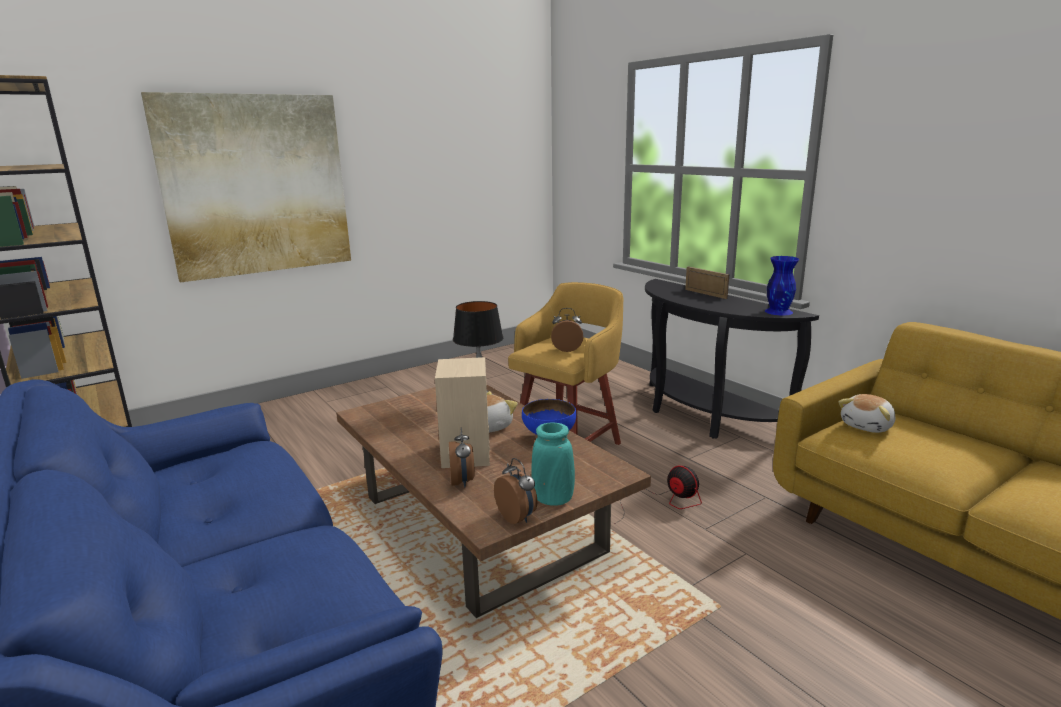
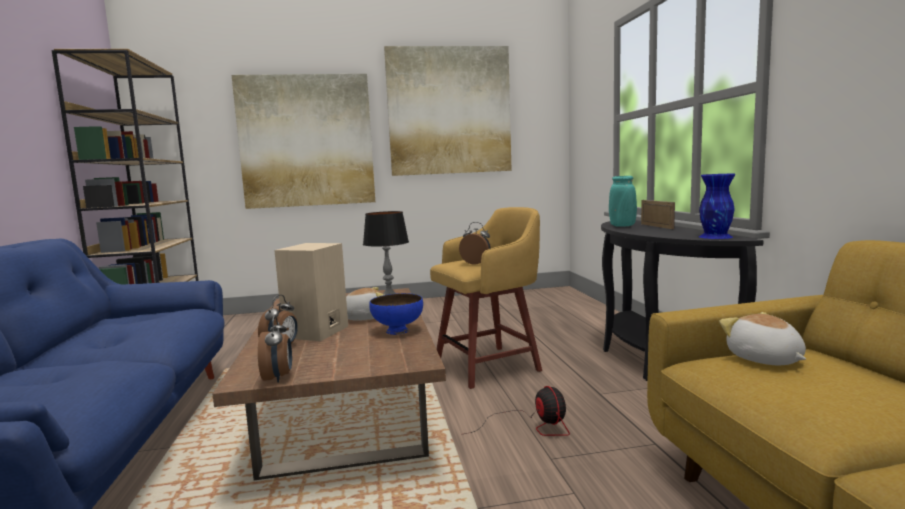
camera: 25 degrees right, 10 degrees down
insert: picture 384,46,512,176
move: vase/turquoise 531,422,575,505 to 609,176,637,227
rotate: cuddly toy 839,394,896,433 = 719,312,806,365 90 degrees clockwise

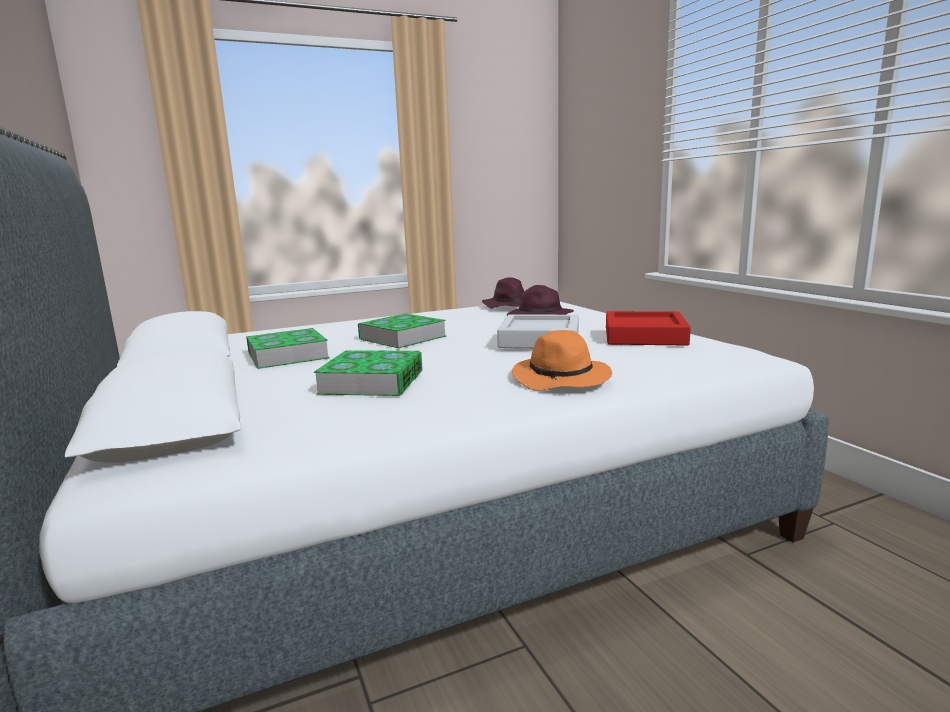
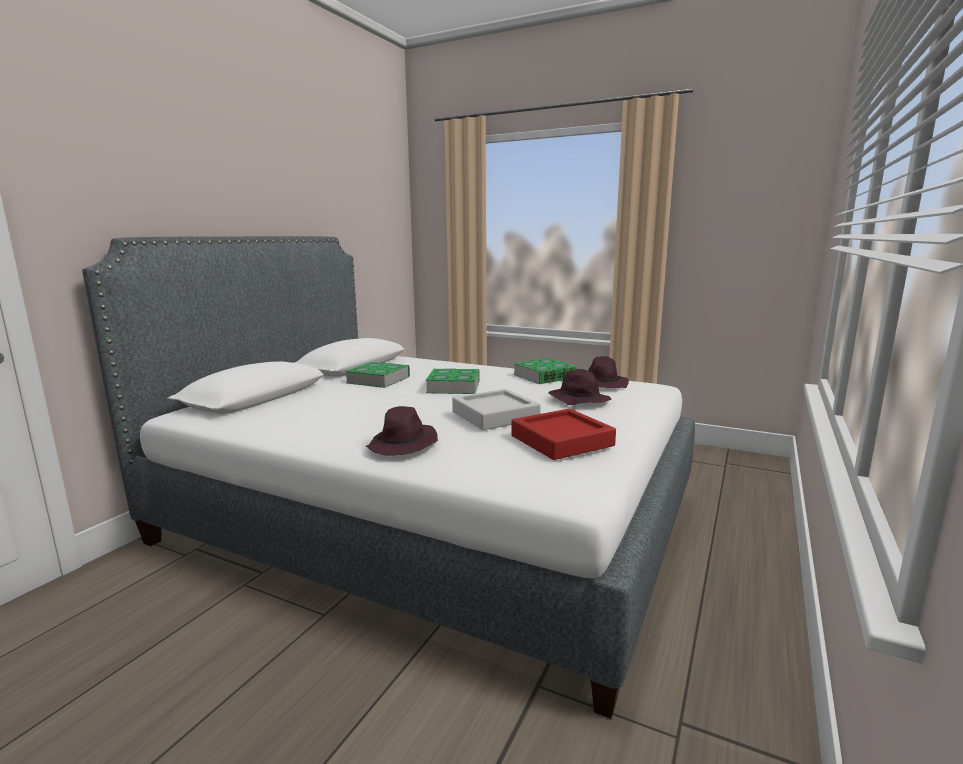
camera: 50 degrees right, 0 degrees up
move: volume 314,350,423,396 to 513,358,577,384
recolor: wearable hat/orange 512,330,612,391 to wearable hat/purple 366,406,438,456

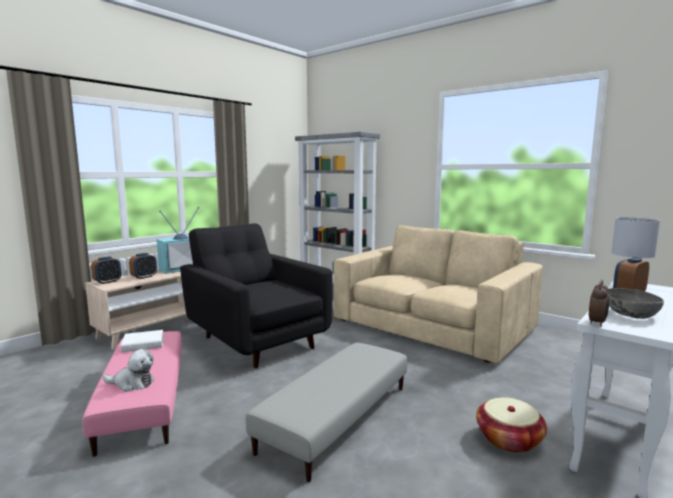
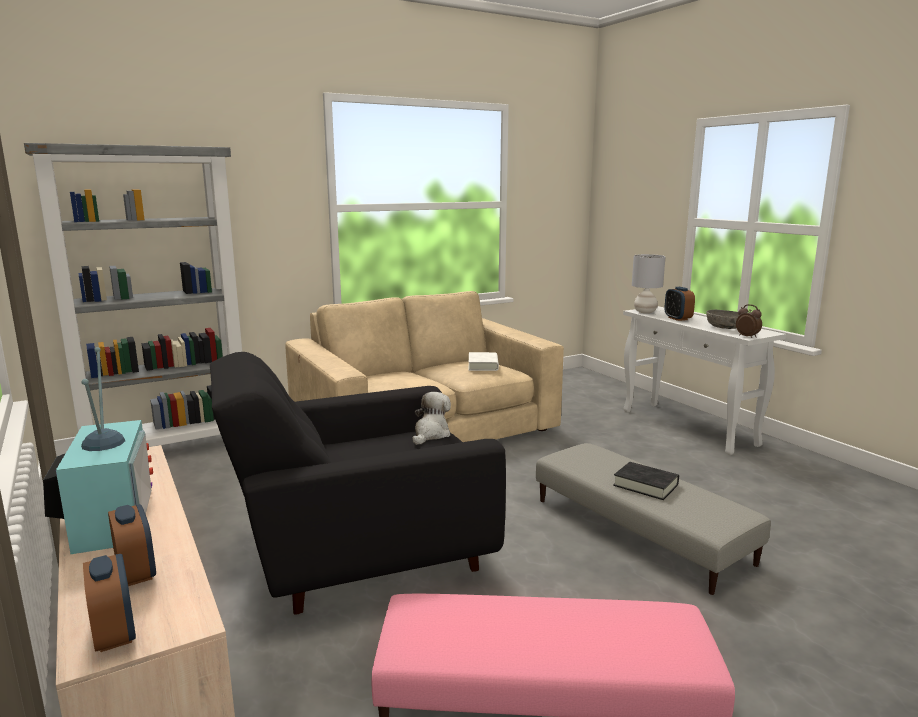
camera: 70 degrees left, 5 degrees up
delete: storage basket 476,397,547,453
insert: volume/black 613,462,679,500
move: cuddly toy 102,349,155,392 to 412,392,451,445; volume/white 121,330,164,352 to 469,352,499,371

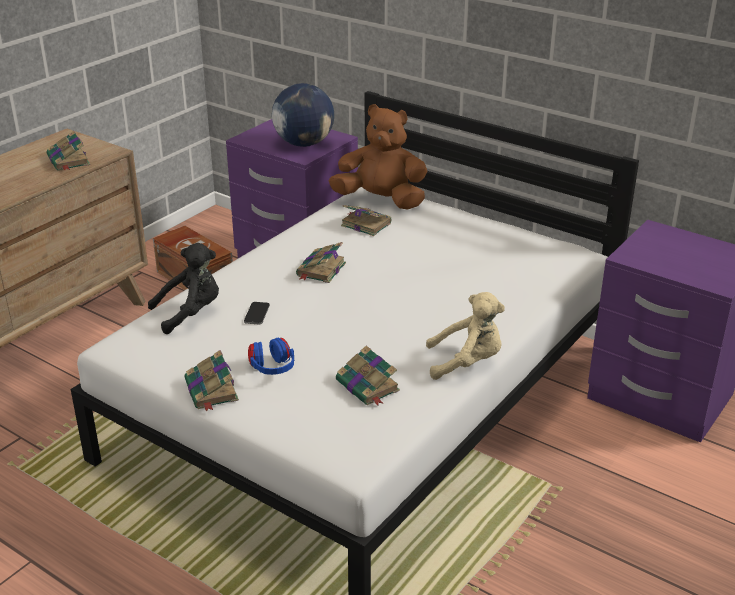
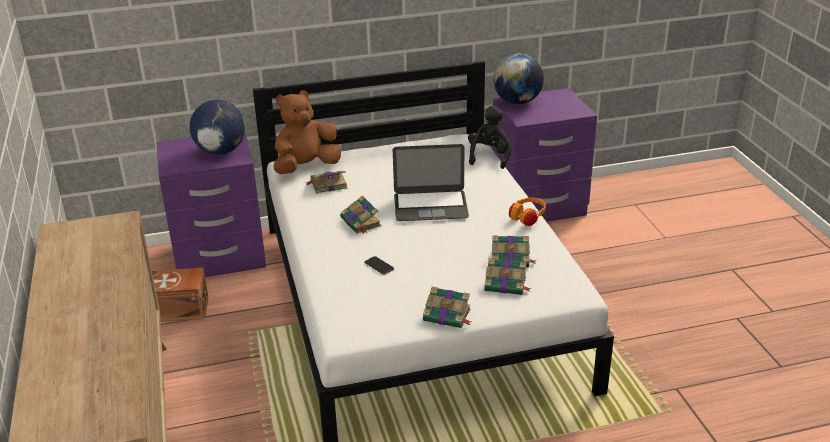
camera: 50 degrees left, 0 degrees up
delete: pair of headphones/bluish 248,338,294,375
insert: portable computer 393,144,469,221; world globe 493,54,544,104
move: volume 47,131,90,171 to 484,258,531,295; cuddly toy/black 148,243,219,334 to 468,106,512,169
replace: cuddly toy/beige-coloured 426,292,505,380 to pair of headphones/orange 509,198,546,226

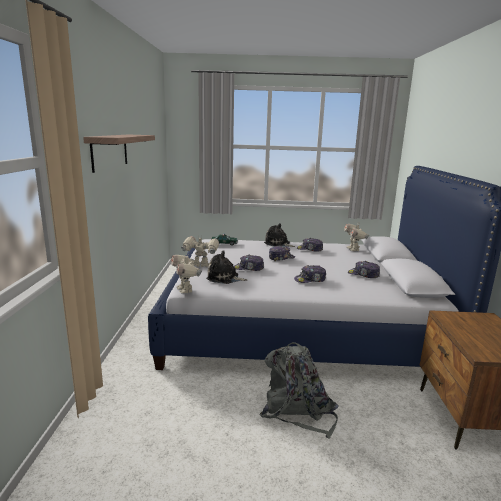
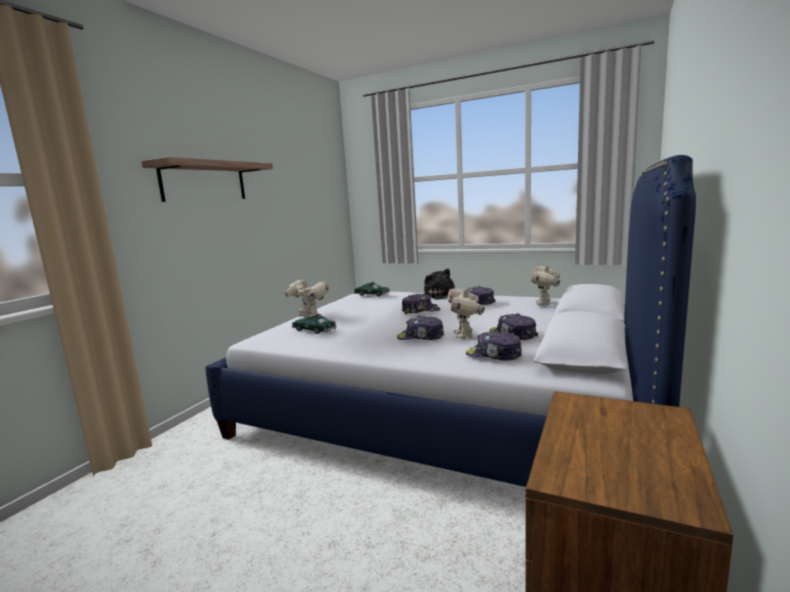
camera: 25 degrees right, 5 degrees down
delete: rucksack/gray 259,342,339,439
move: toy robot 171,253,202,293 to 447,286,485,339; cap 234,255,264,271 to 466,330,522,360
replace: cuddly toy 206,250,247,284 to model car 292,313,337,334

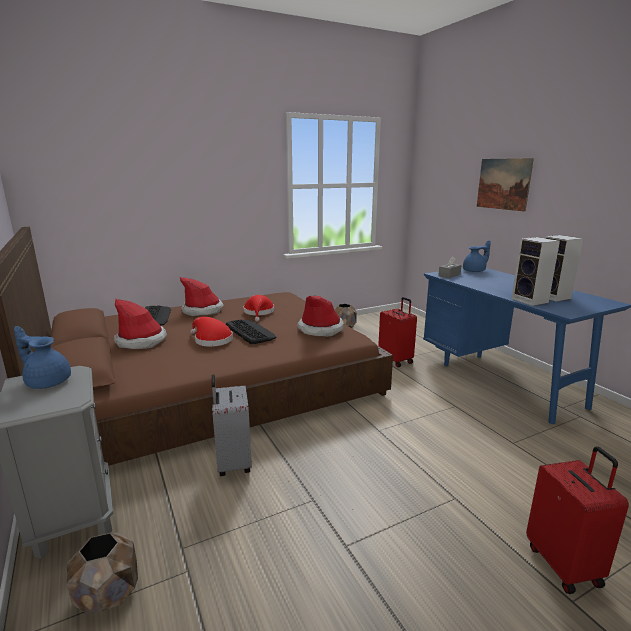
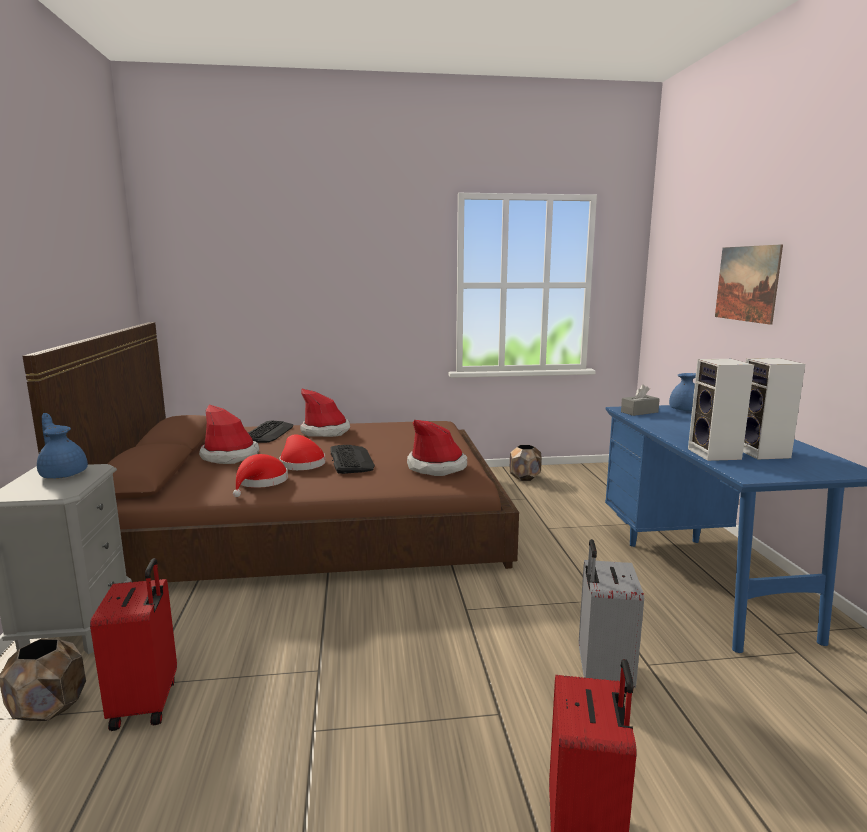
camera: 20 degrees right, 5 degrees down
move: travel case/gray 212,374,252,476 to 579,539,644,693; wearable hat/red-coloured 244,295,274,321 to 233,454,288,497; travel case/red-coloured 378,297,417,367 to 90,558,177,731

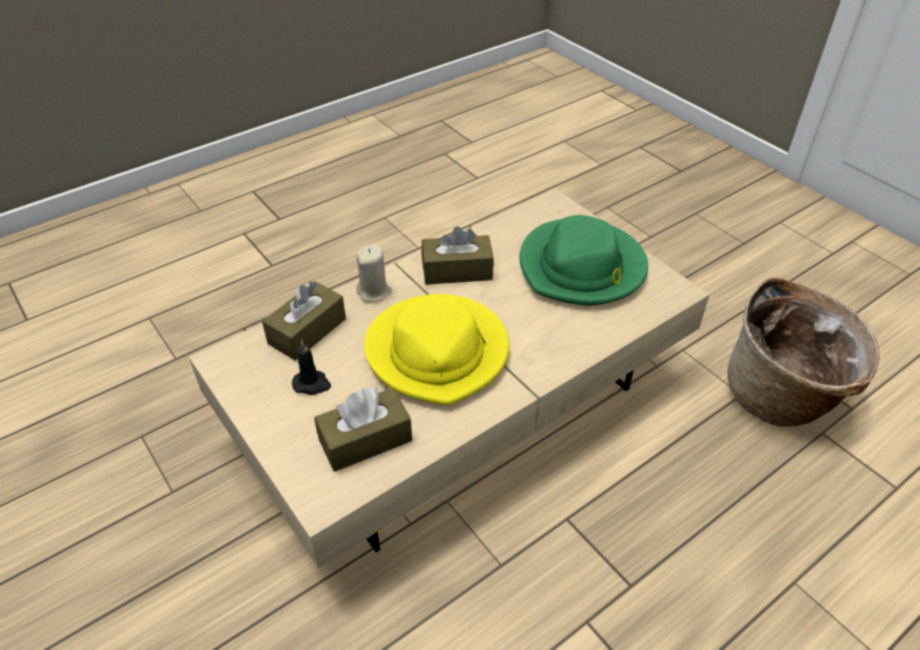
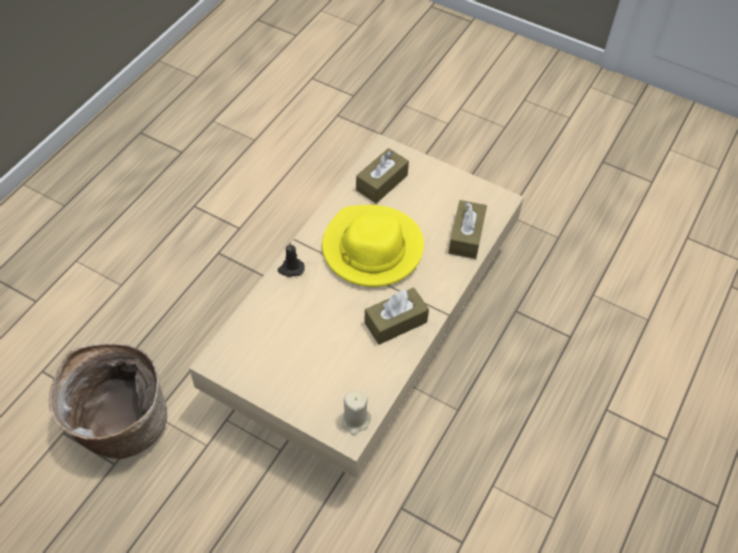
camera: 155 degrees right, 10 degrees up
delete: wearable hat/green-coloured 519,215,648,305
move: wax light/black 292,340,331,395 to 278,242,305,277; wax light/beige-coloured 356,245,392,302 to 341,390,371,435

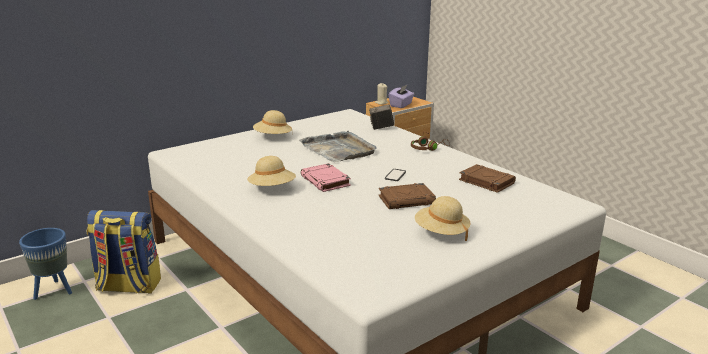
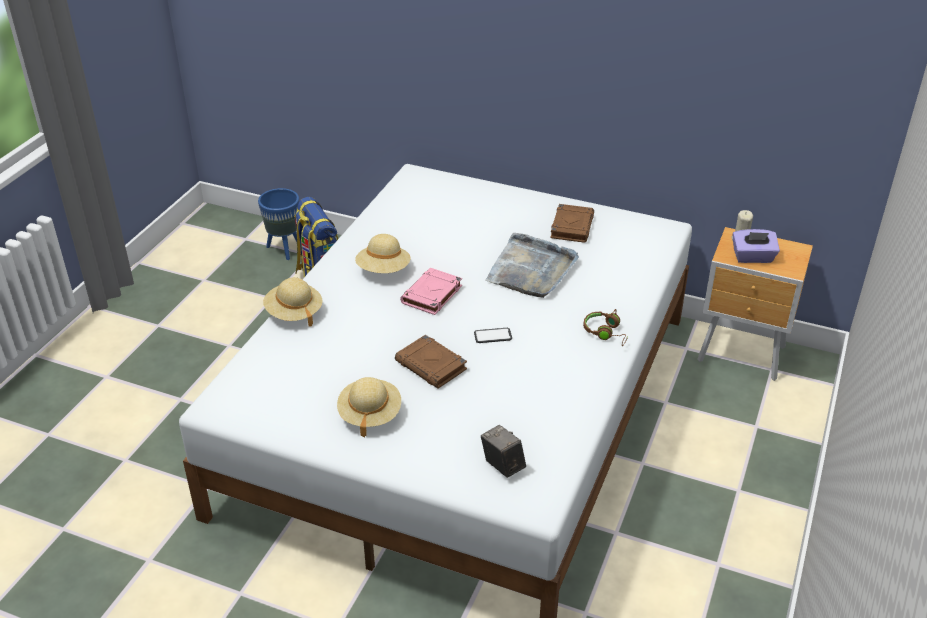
camera: 60 degrees right, 15 degrees up
move: wearable hat/beige-coloured 253,110,292,134 to 263,277,323,327; photo camera 369,104,394,130 to 481,425,526,478; volume/brown 459,164,516,193 to 550,204,594,243

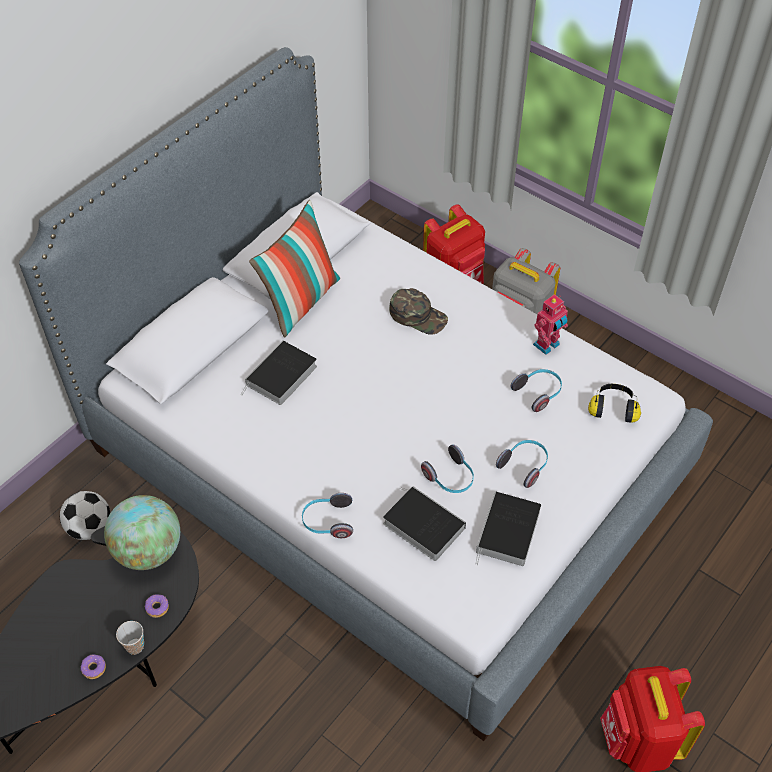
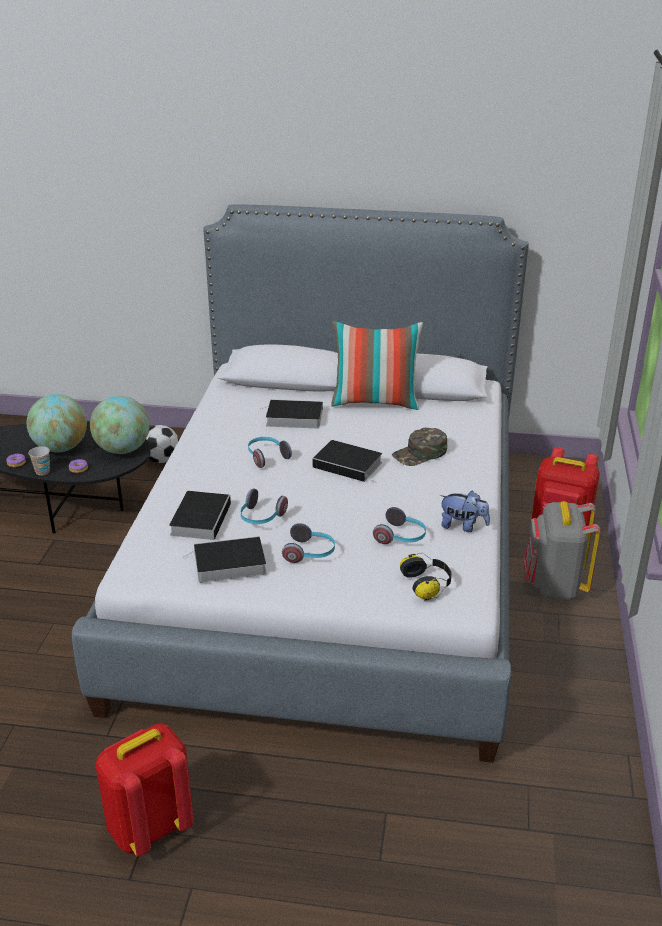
camera: 60 degrees right, 20 degrees down
insert: world globe 27,394,87,452; volume 313,440,382,483
move: pair of headphones 302,493,353,538 to 248,437,292,468
replace: toy robot 533,294,568,355 to cuddly toy 439,491,490,532
rotate: cap/green-coloured 389,288,448,335 = 392,428,447,466 60 degrees clockwise

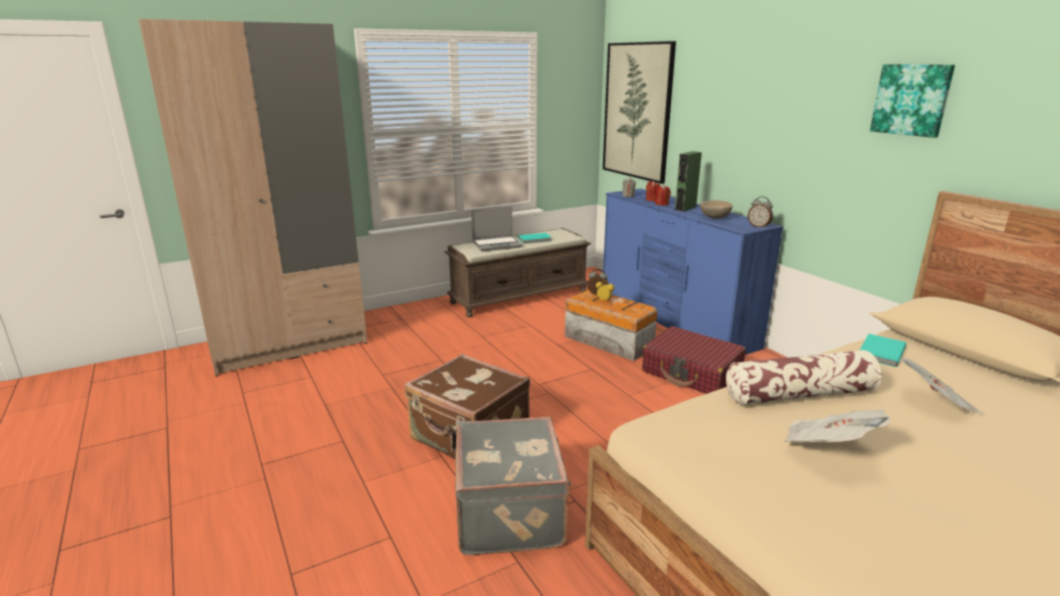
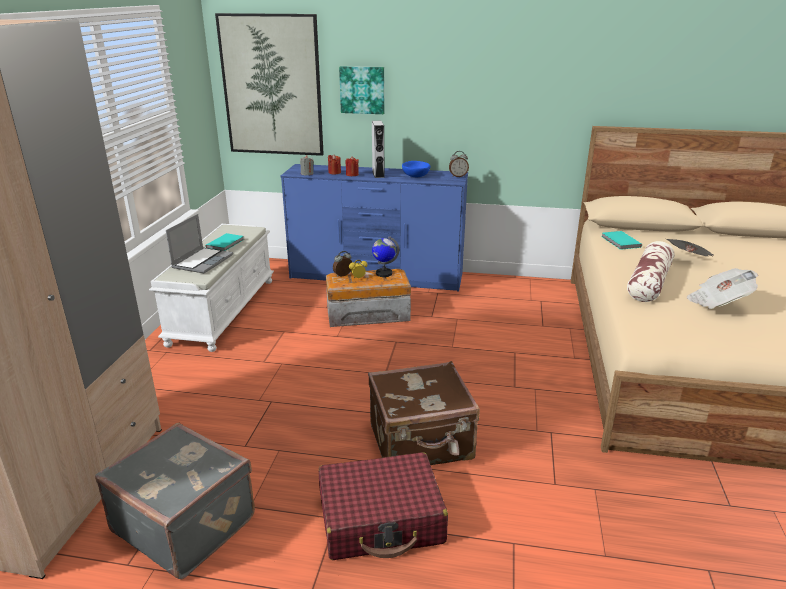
camera: 50 degrees left, 5 degrees up
insert: world globe 372,236,399,277
move: travel case/gray 455,416,571,555 to 95,423,255,579; travel case/red-coloured 642,326,746,394 to 318,452,448,560; picture 870,64,955,138 to 339,66,385,114
recolor: long seat/brown 445,228,591,317 to long seat/white 149,224,274,352; speaker/green-coloured 675,151,702,212 to speaker/gray 372,121,385,178; deep dish/beige-coloured 700,200,733,218 to deep dish/bluish 402,161,430,177

